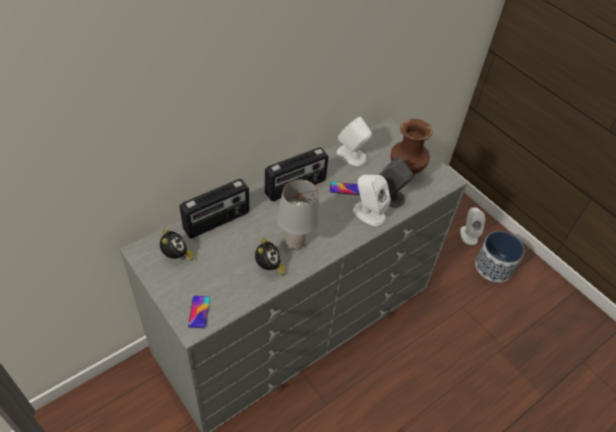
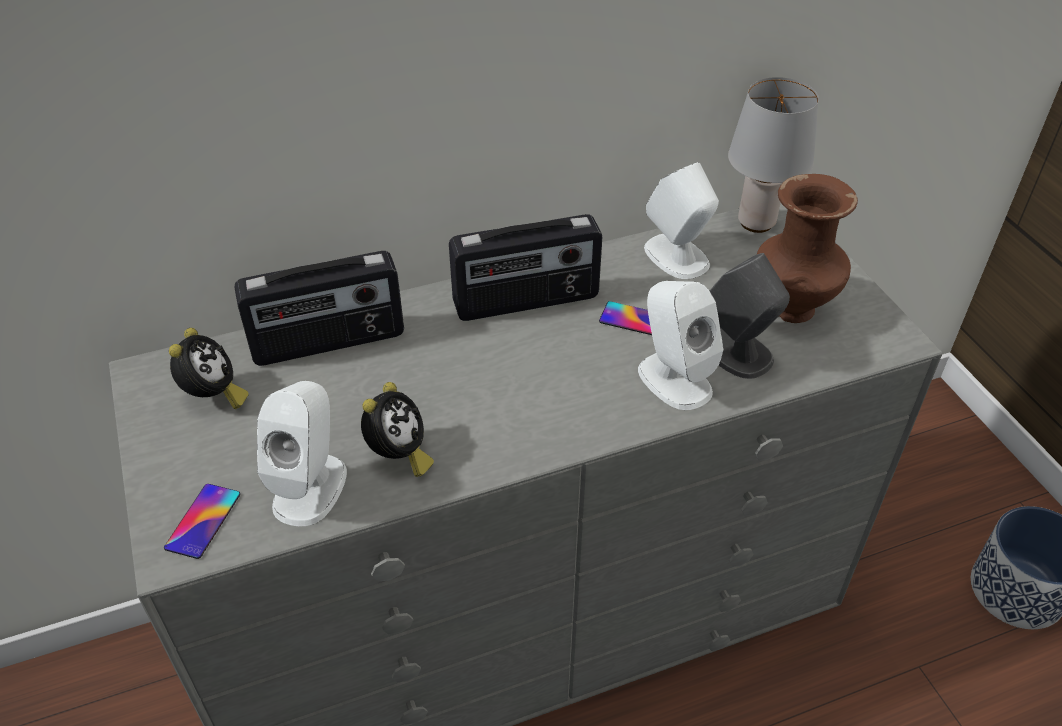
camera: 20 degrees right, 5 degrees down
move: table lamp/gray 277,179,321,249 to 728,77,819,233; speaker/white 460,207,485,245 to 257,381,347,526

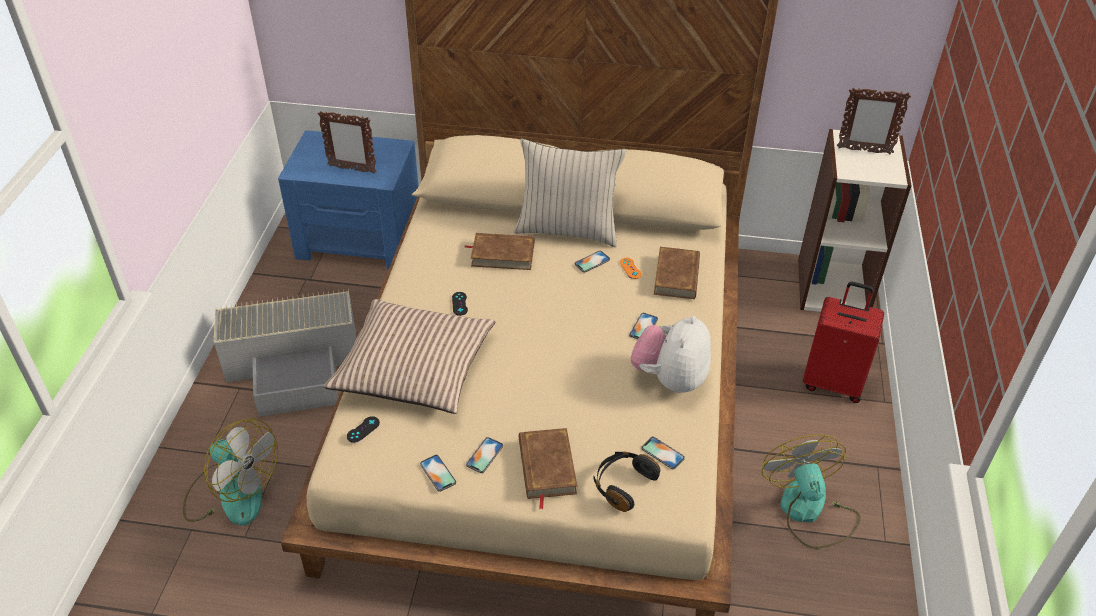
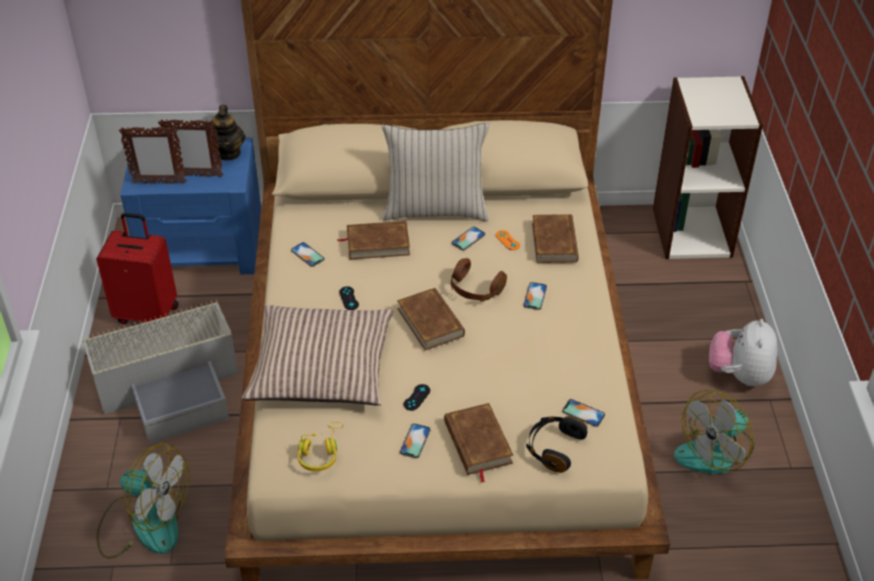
camera: 10 degrees left, 0 degrees up
insert: tea pot 210,105,245,161; pair of headphones/yellow-coloured 298,422,343,471; volume/brown 397,288,465,350; pair of headphones/brown 451,258,507,302
move: gamepad/black 347,416,380,443 to 404,384,430,411; phone 420,455,456,492 to 291,242,324,267; cuddly toy 631,316,711,393 to 709,319,777,386; travel case/red-coloured 803,282,884,403 to 96,213,179,324; picture frame 837,88,911,154 to 119,126,187,184
rotate: cooling fan 762,435,861,549 = 674,390,754,474 105 degrees counterclockwise

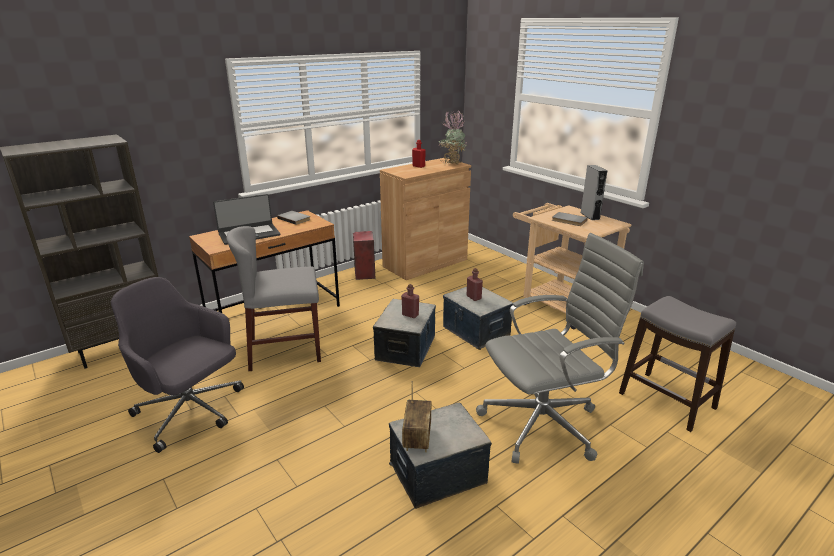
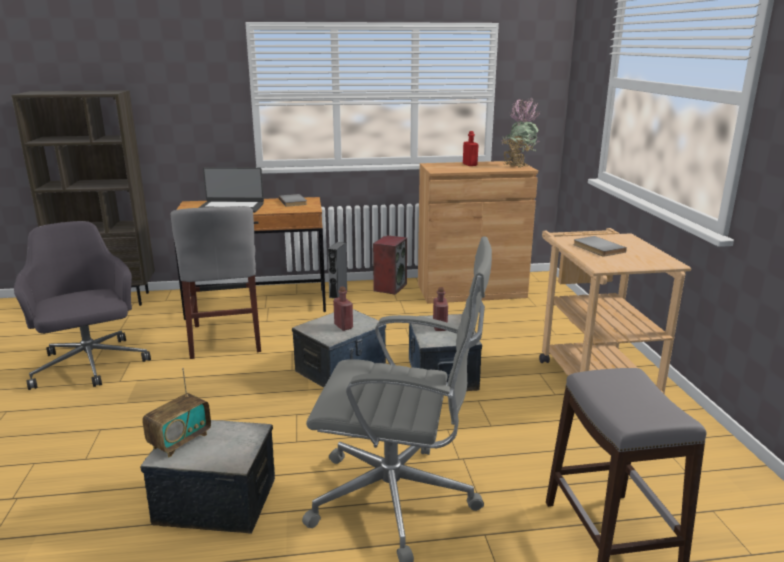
camera: 30 degrees right, 5 degrees down
move: speaker/gray 581,165,607,220 to 328,242,347,298
rotate: plain chair/gray 226,226,321,371 = 171,206,261,359 120 degrees counterclockwise

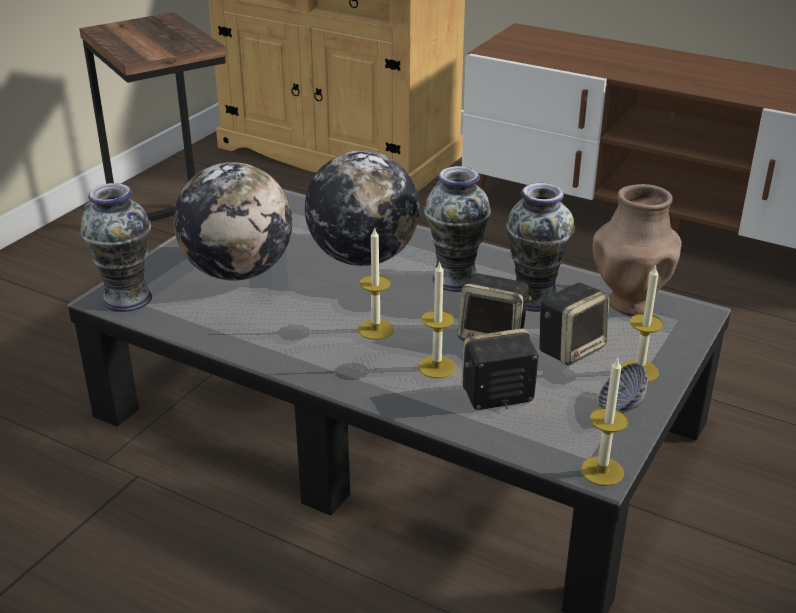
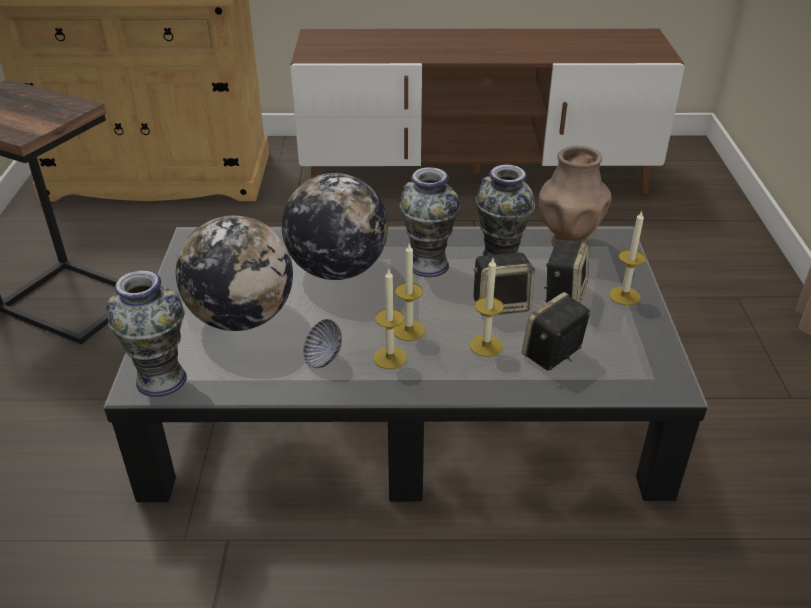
camera: 30 degrees left, 5 degrees up
move: wax light 581,357,629,486 to 374,270,407,369; deep dish 598,363,648,413 to 303,319,342,368

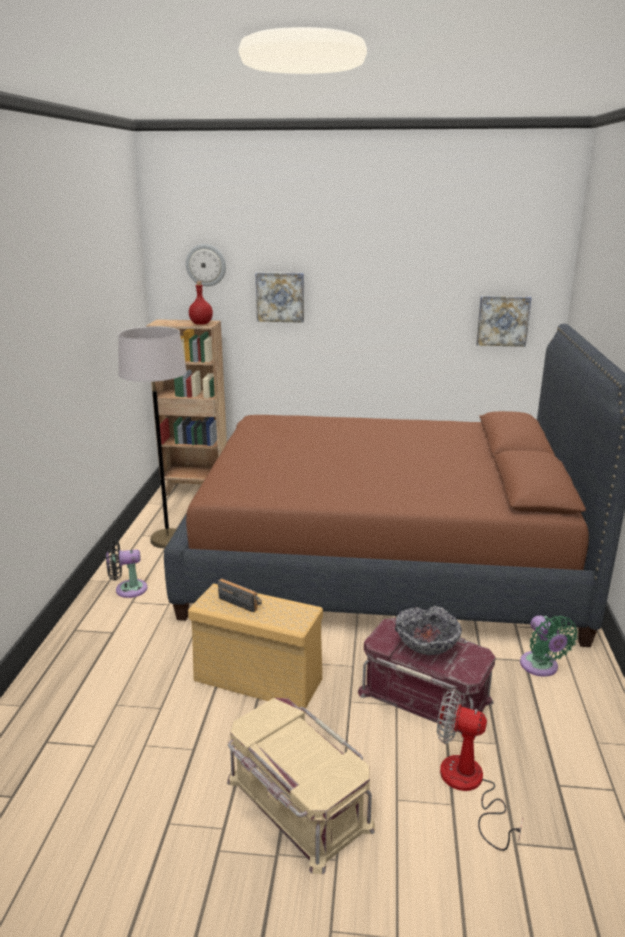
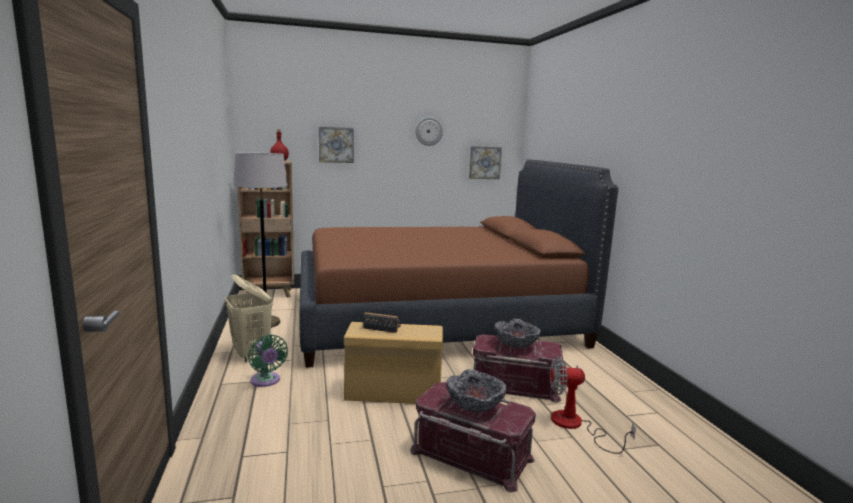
camera: 20 degrees left, 10 degrees down
insert: deep dish 446,369,506,413
move: wall clock 186,244,226,286 to 415,117,443,146; cooling fan/green-coloured 520,615,578,677 to 248,335,288,387
replace: cooling fan/black 106,538,147,598 to laundry basket/beige-coloured 225,274,273,363
recolor: storage box/beige-coloured 227,698,375,874 to storage box/red-coloured 410,382,536,492

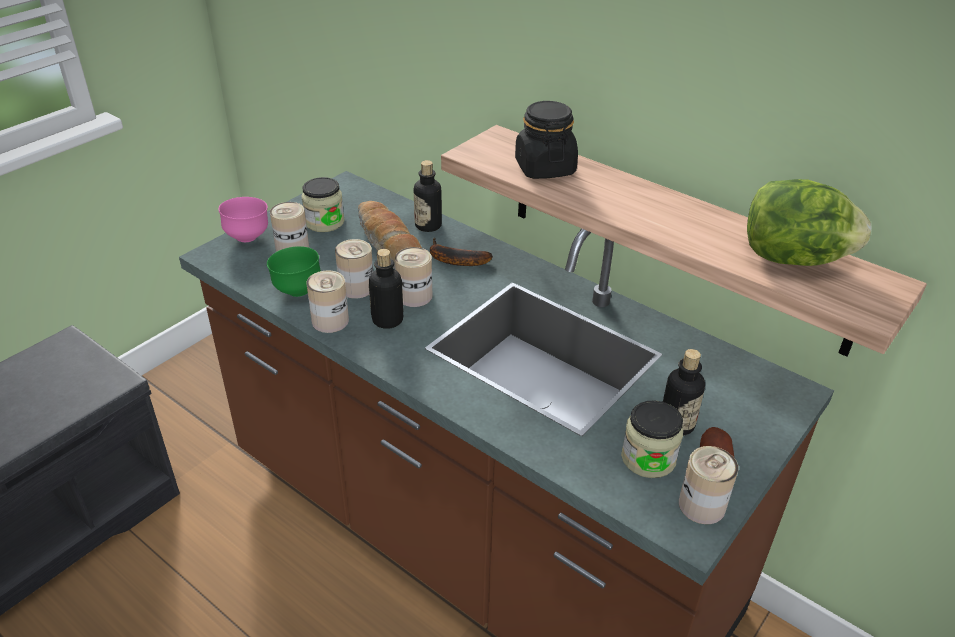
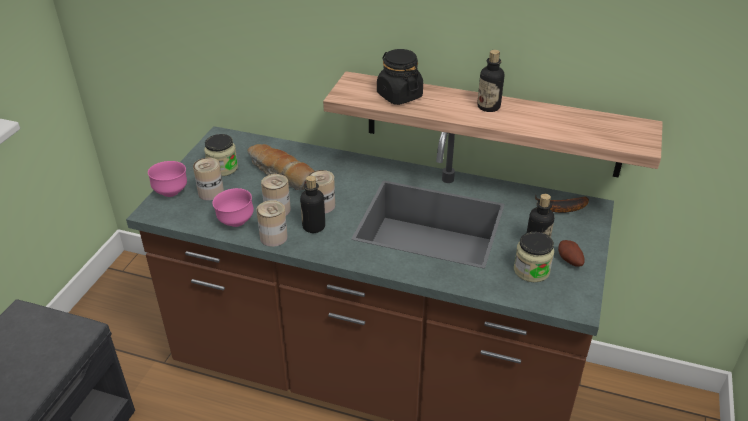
camera: 20 degrees left, 0 degrees up
delete: can 679,446,738,524; lettuce 747,179,871,266
move: beverage bottle 414,160,442,232 to 477,50,504,112; banana fruit 430,238,493,266 to 535,195,589,213
recolor: deep dish/green-coloured 267,246,321,297 to deep dish/pink 213,188,254,227

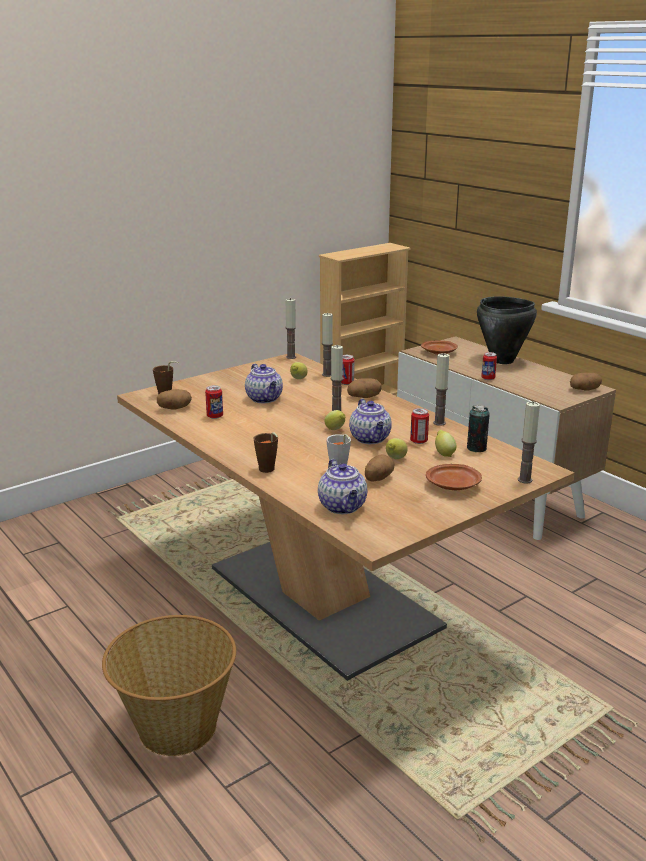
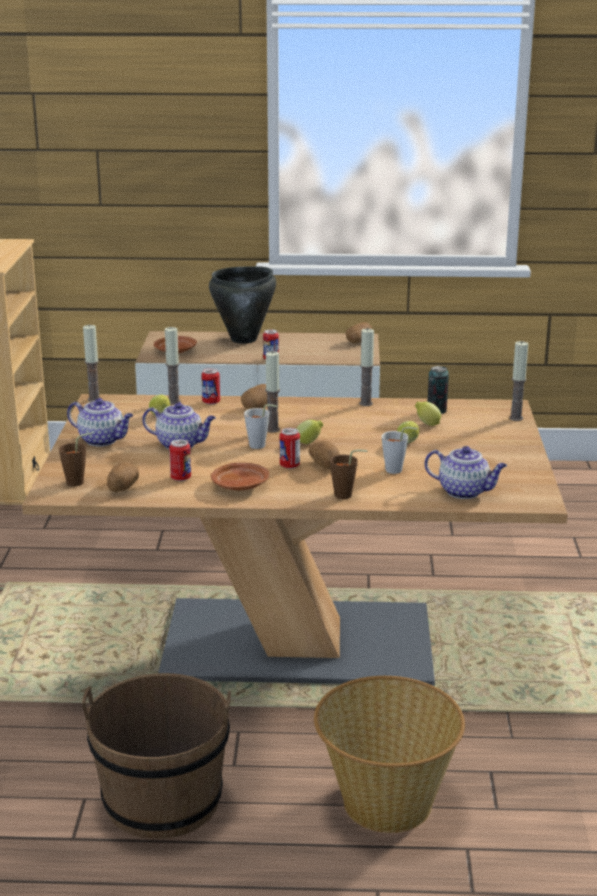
camera: 50 degrees left, 0 degrees up
insert: water bucket/brown 82,673,231,839; cup/gray 244,404,277,449
move: tea pot 349,399,392,444 to 67,398,133,447; whole potato 365,454,395,482 to 309,441,340,469; can 410,408,429,444 to 280,428,300,469; dinner plate/brown 426,464,482,490 to 211,463,269,490

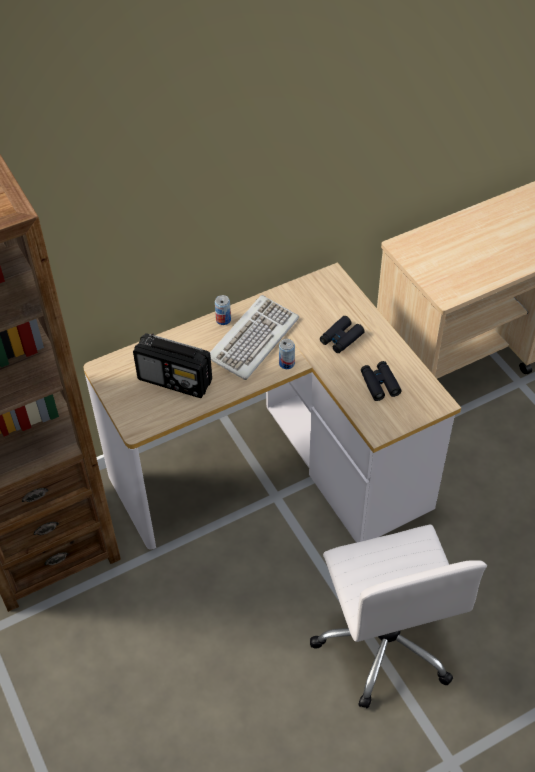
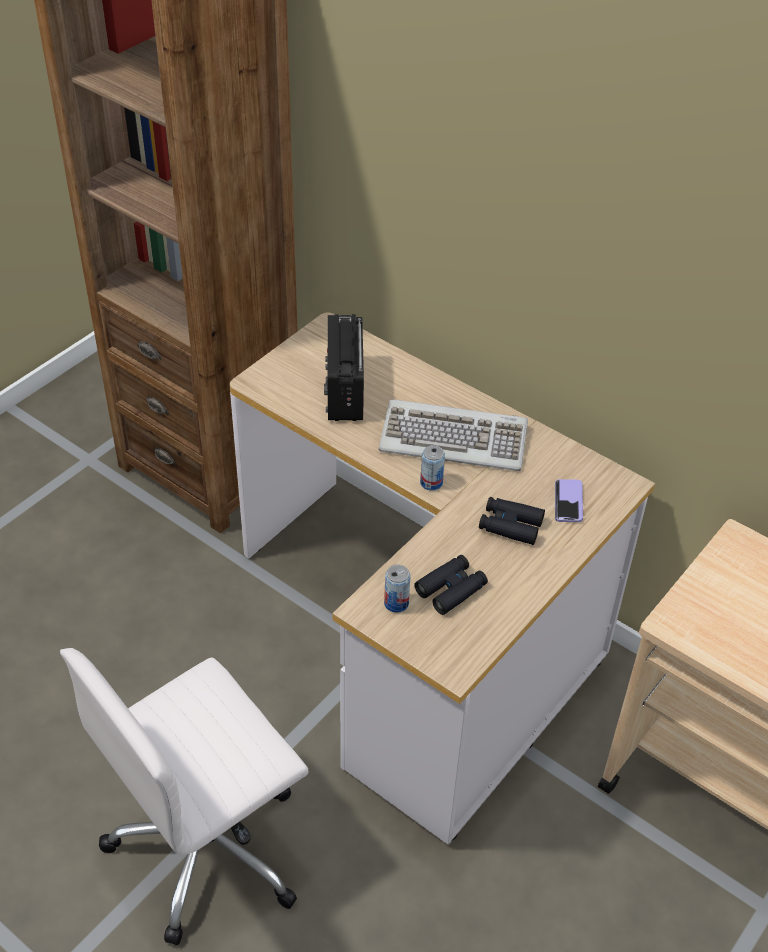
camera: 65 degrees right, 5 degrees down
insert: phone 555,479,583,522
move: can 215,295,231,325 to 384,565,410,613

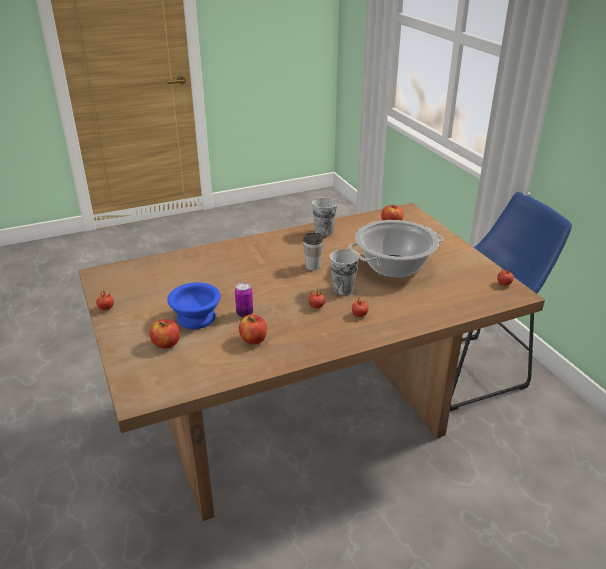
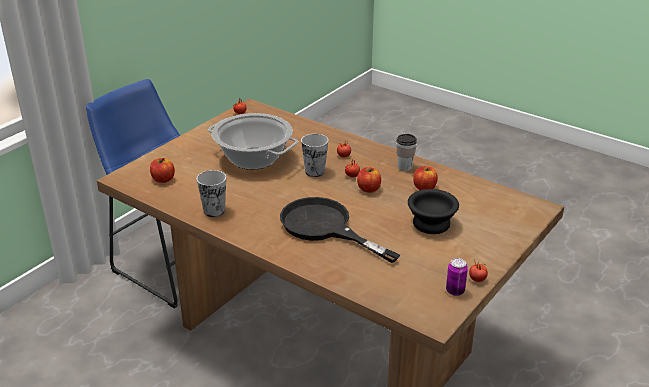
camera: 120 degrees left, 0 degrees up
insert: frying pan/black 280,197,400,263
move: whole apple 150,319,180,349 to 357,167,381,193; can 235,283,253,317 to 446,258,468,296; cup 303,232,323,270 to 396,134,417,171
recolor: deep dish/bluish 167,282,221,329 to deep dish/black 408,189,459,234

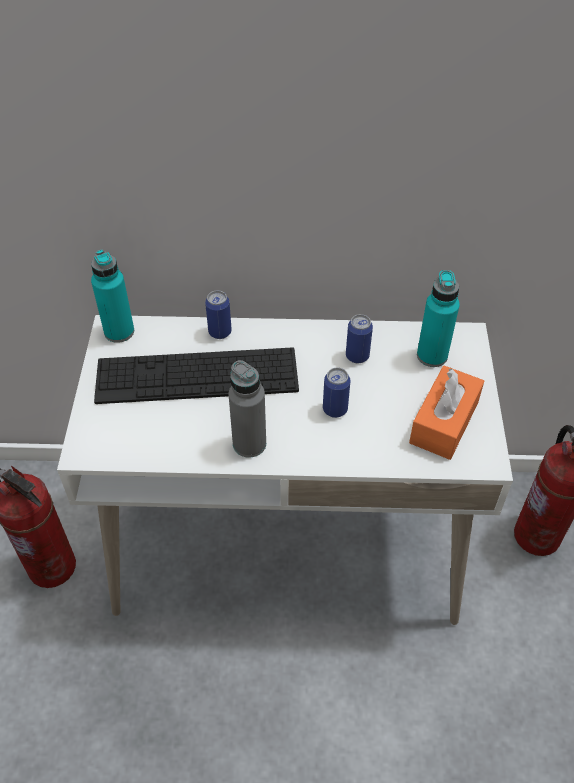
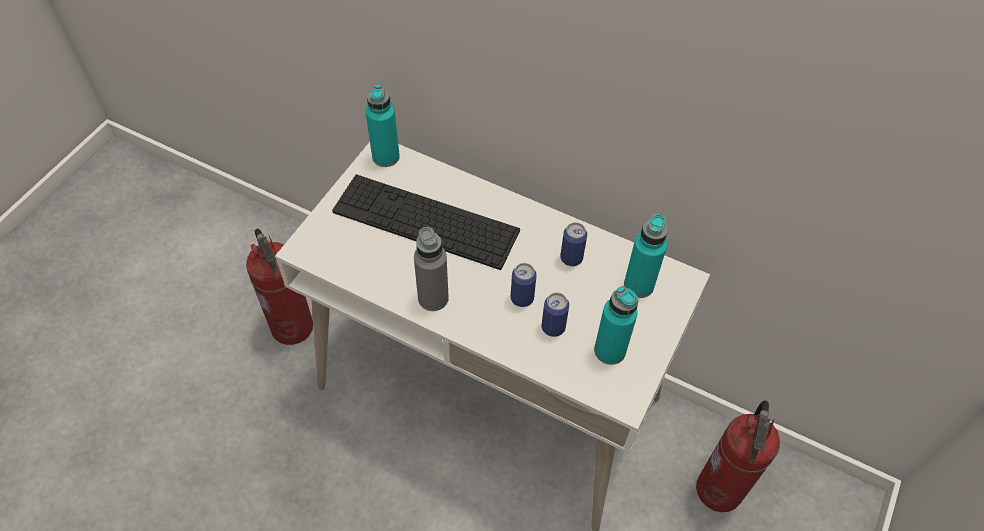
camera: 25 degrees right, 5 degrees up
move: can 205,290,232,339 to 541,292,569,337
replace: tissue holder/orange 409,366,484,460 to beverage bottle/turquoise 594,286,638,365

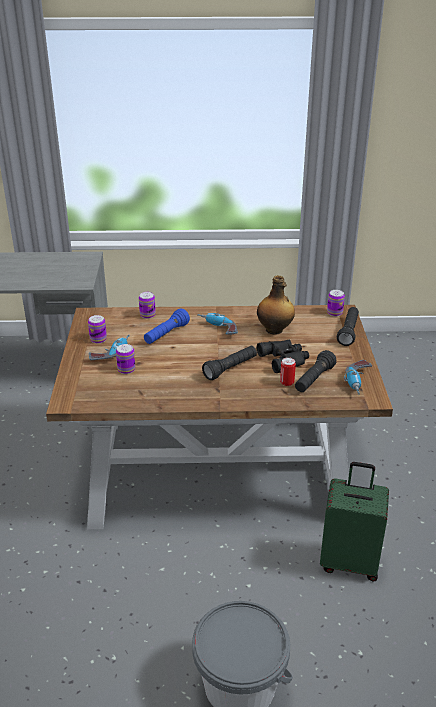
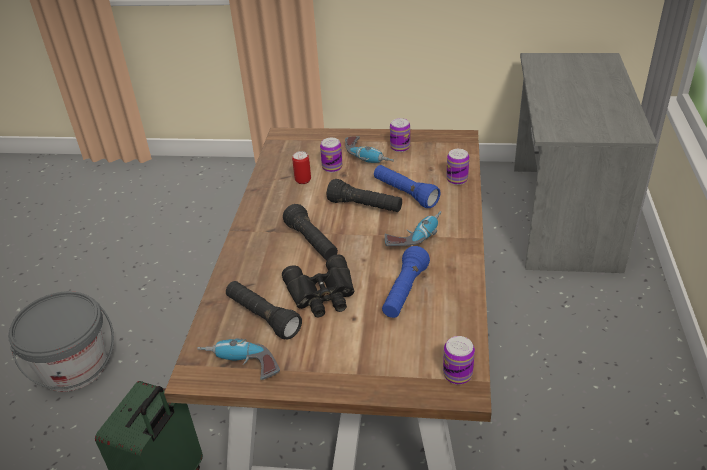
camera: 100 degrees right, 5 degrees up
move: can 280,357,296,386 to 292,151,311,184; flashlight/black 337,307,359,346 to 327,179,402,212
replace: beverage bottle 257,275,295,335 to flashlight/bluish 382,246,430,318

